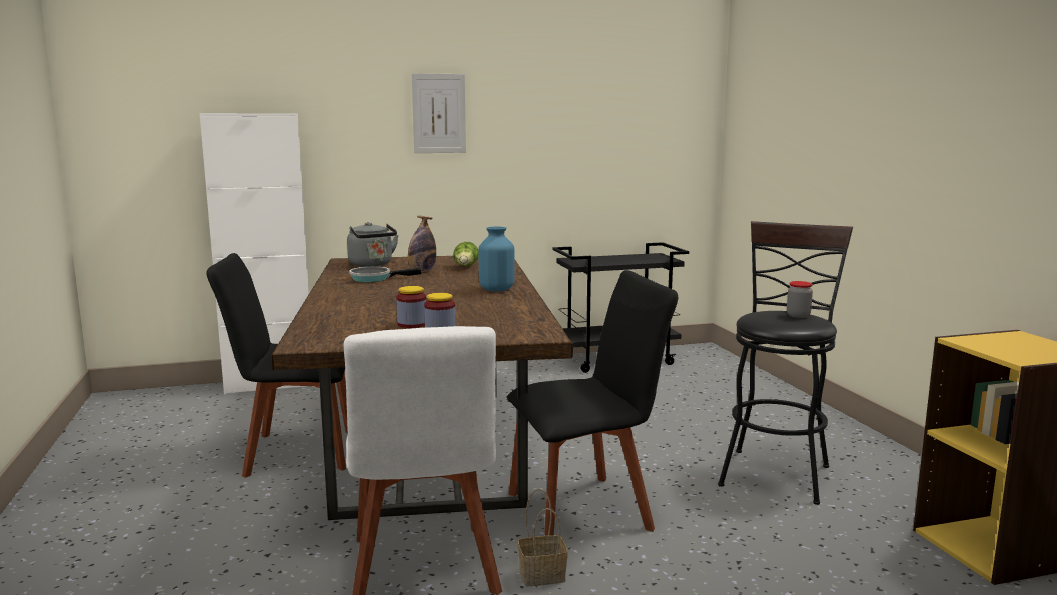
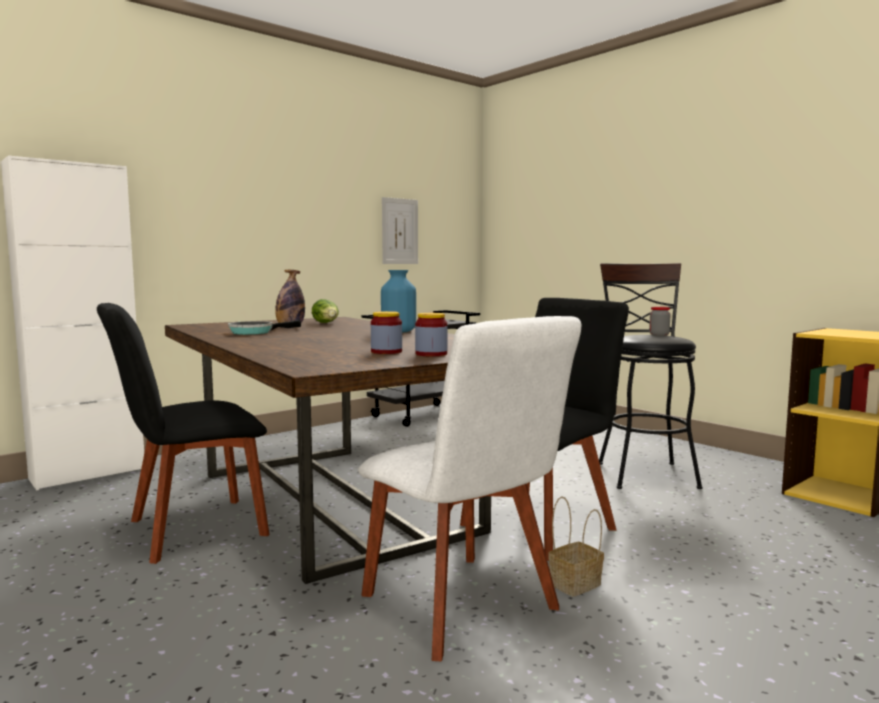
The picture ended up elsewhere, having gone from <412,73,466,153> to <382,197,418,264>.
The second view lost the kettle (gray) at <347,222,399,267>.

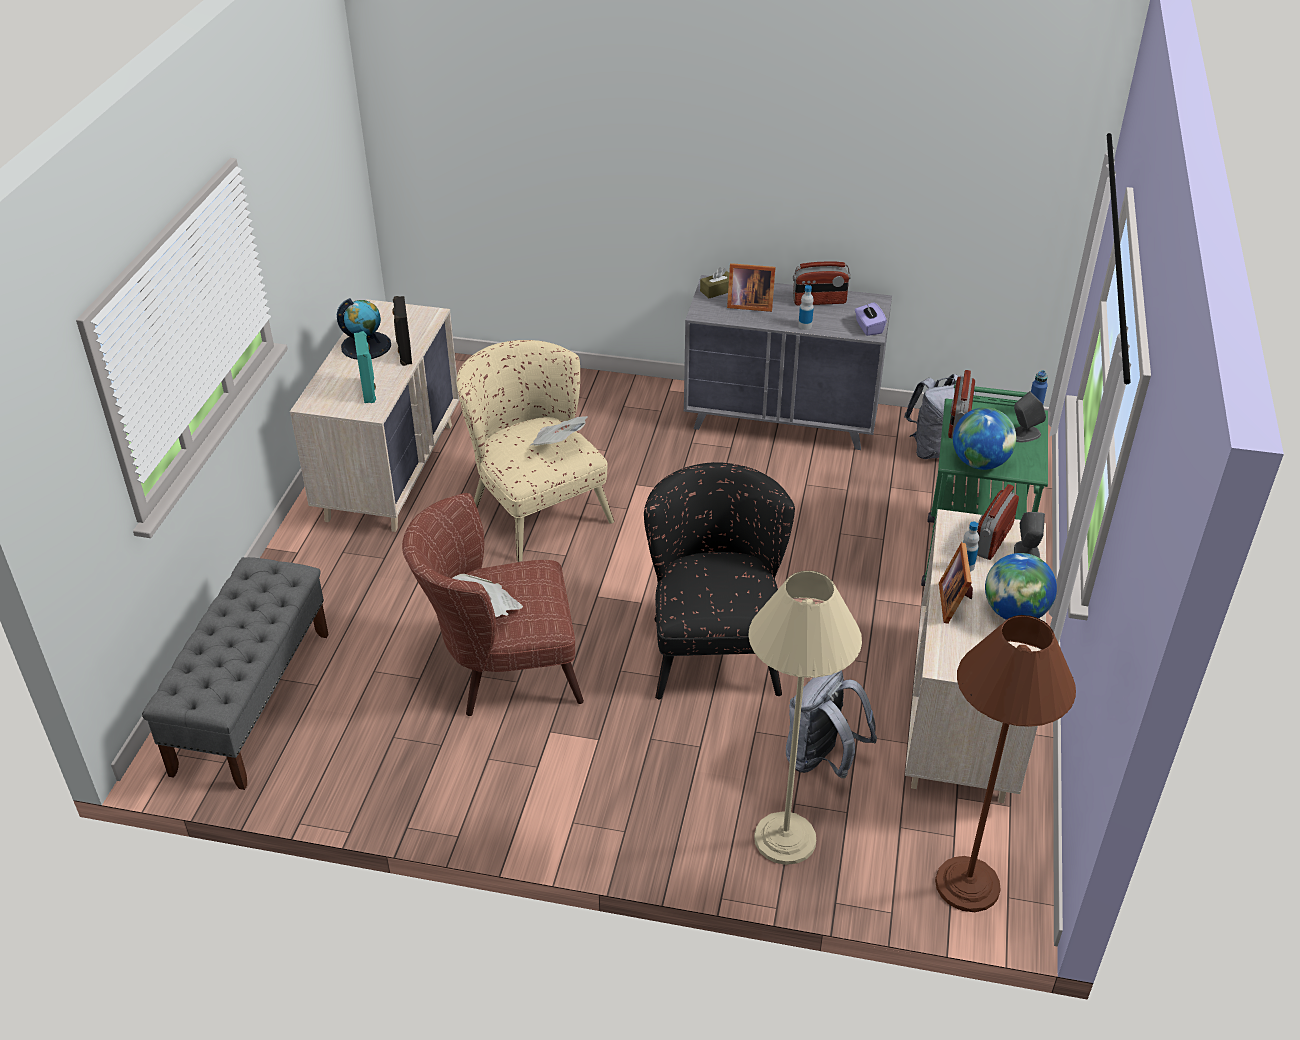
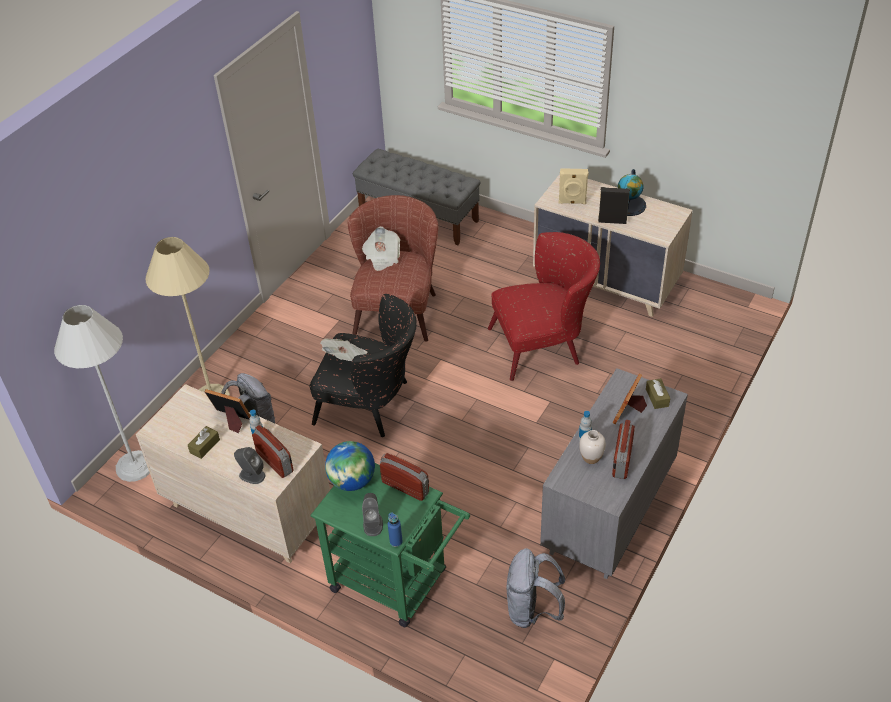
The second view lost the tissue box (purplish) at <855,302,887,336>.
What was the loudspeaker (blue-green) at <354,331,376,403> turned into the loudspeaker (sand-coloured) at <558,168,588,204>.
What was the lounge chair (sand-coloured) at <456,340,614,562> turned into the lounge chair (red-coloured) at <488,232,600,381>.
The daily paper ended up elsewhere, having gone from <530,416,588,446> to <320,339,368,361>.
Where the world globe stood at <985,553,1057,620>, the tissue box (brown) came to stand at <188,426,220,459>.
What was the standing lamp (brown) at <935,615,1076,912> turned into the standing lamp (white) at <54,305,150,482>.
The second view gained the decorative vase (white) at <579,430,606,464>.

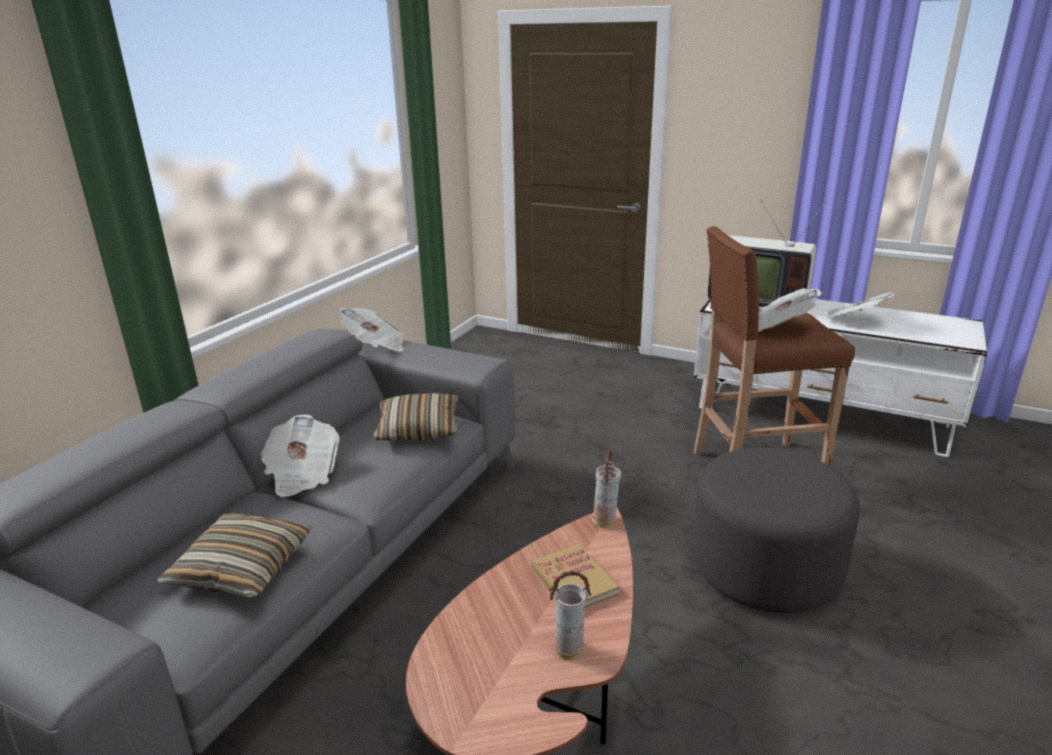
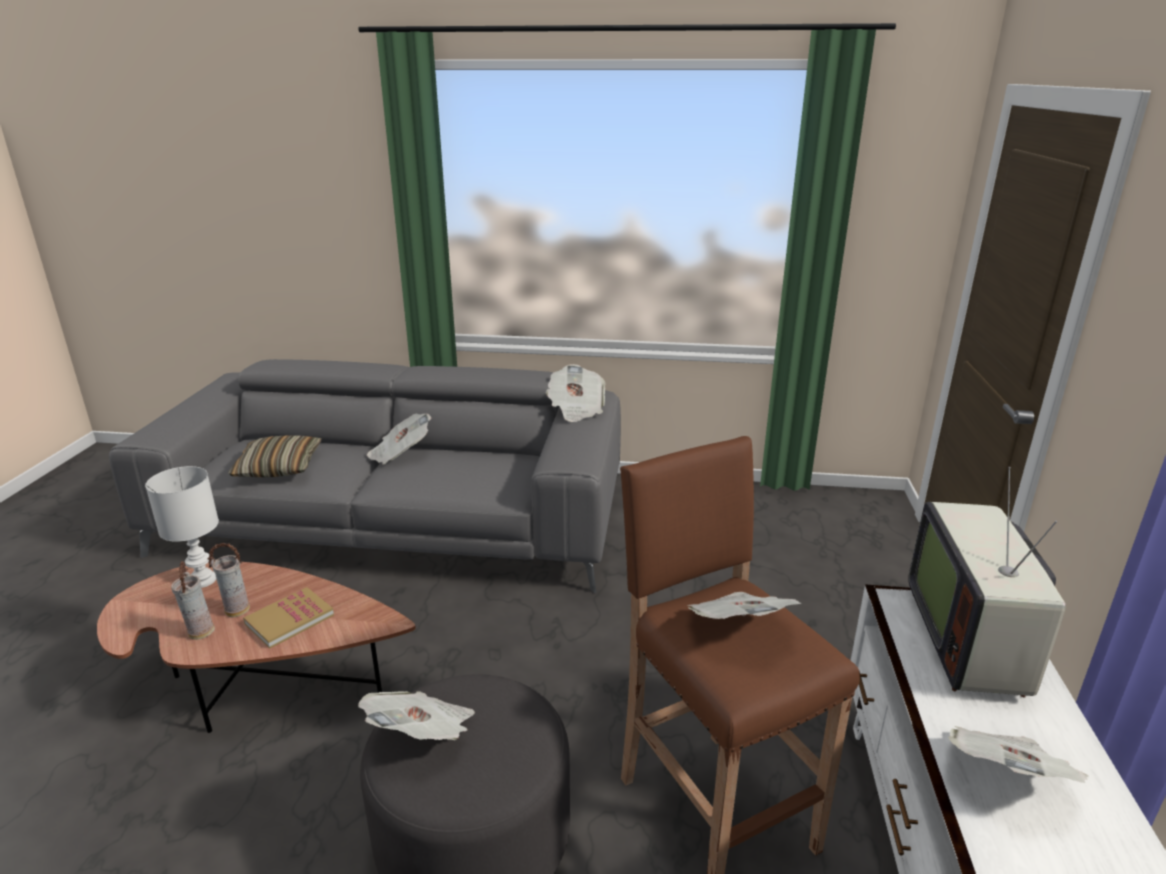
The second view lost the throw pillow at <373,393,459,441>.
The decorative vase ended up elsewhere, having gone from <593,450,621,528> to <207,543,250,617>.
The second view gained the lamp for a table (white) at <145,466,219,588>.
The second view gained the daily paper at <358,691,475,740>.

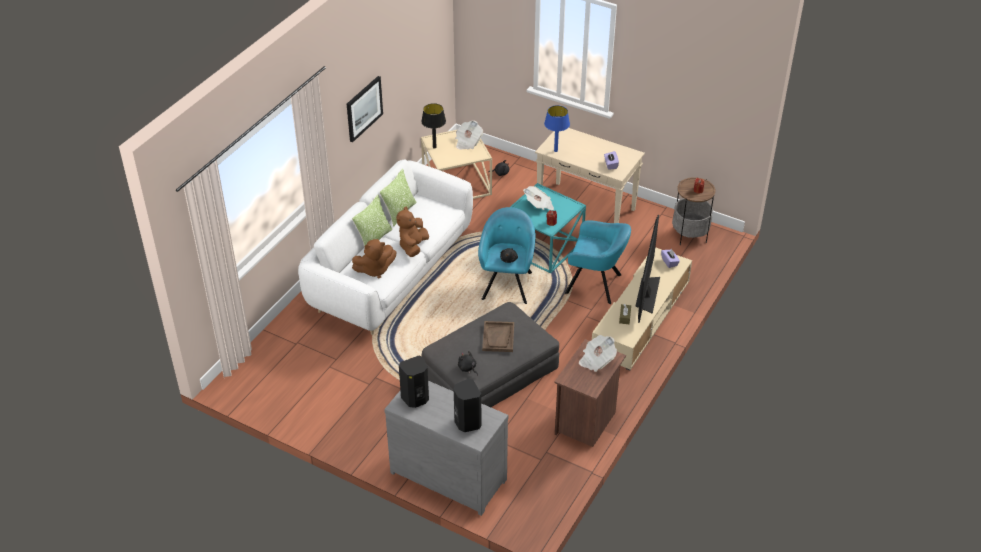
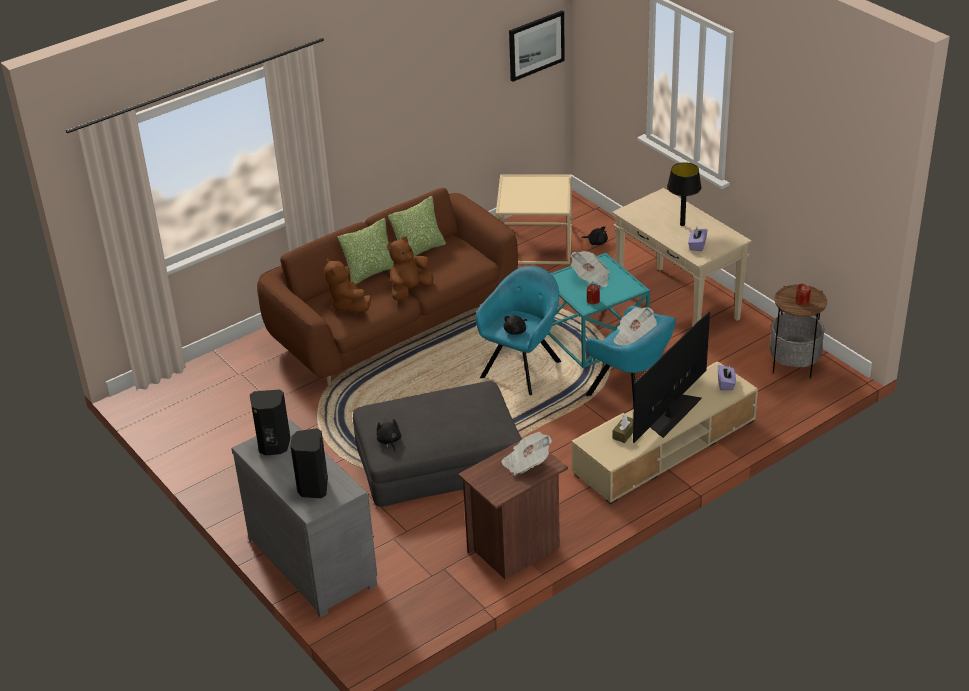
The picture ended up elsewhere, having gone from <347,76,383,143> to <509,10,565,82>.
The lamp for a table (black-coloured) ended up elsewhere, having gone from <421,103,446,149> to <667,162,701,226>.
The second view lost the lamp for a table (bluish) at <544,105,570,152>.
The daily paper ended up elsewhere, having gone from <455,120,483,149> to <614,307,657,346>.
What was the couch (white) at <298,160,473,335> turned into the couch (brown) at <257,188,518,385>.
The cuddly toy (brown) at <352,239,396,278> ended up facing another way, 60 degrees clockwise from before.
The second view lost the carrying tray (brown) at <482,321,514,352>.

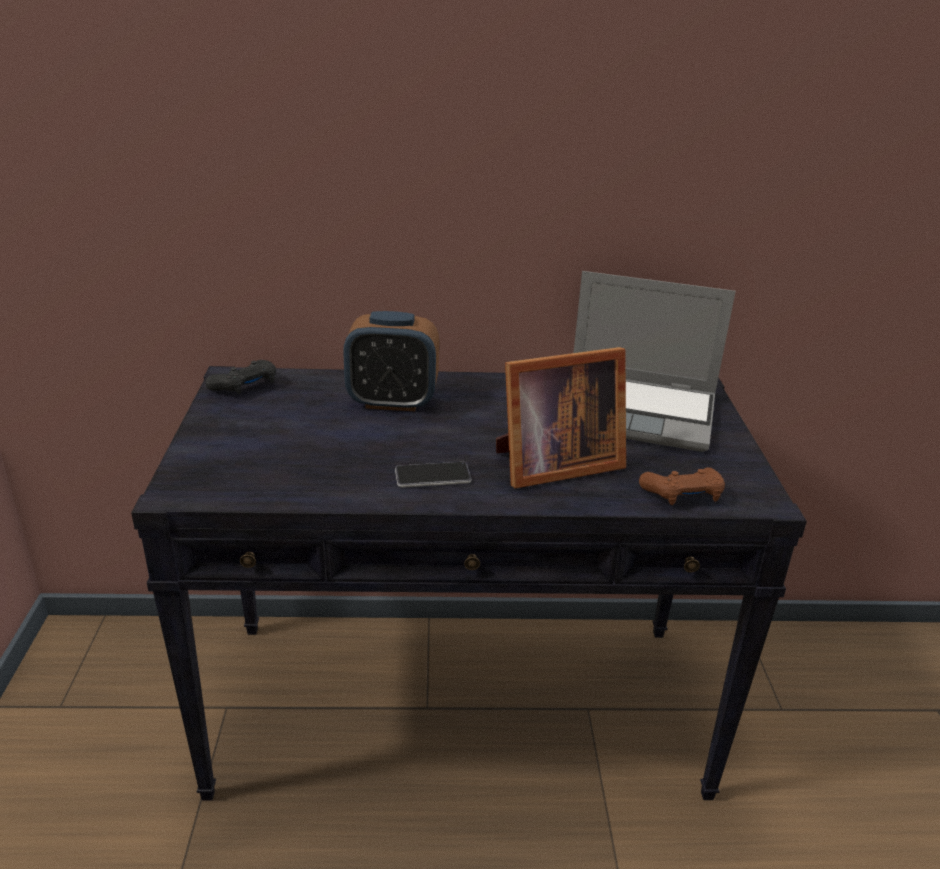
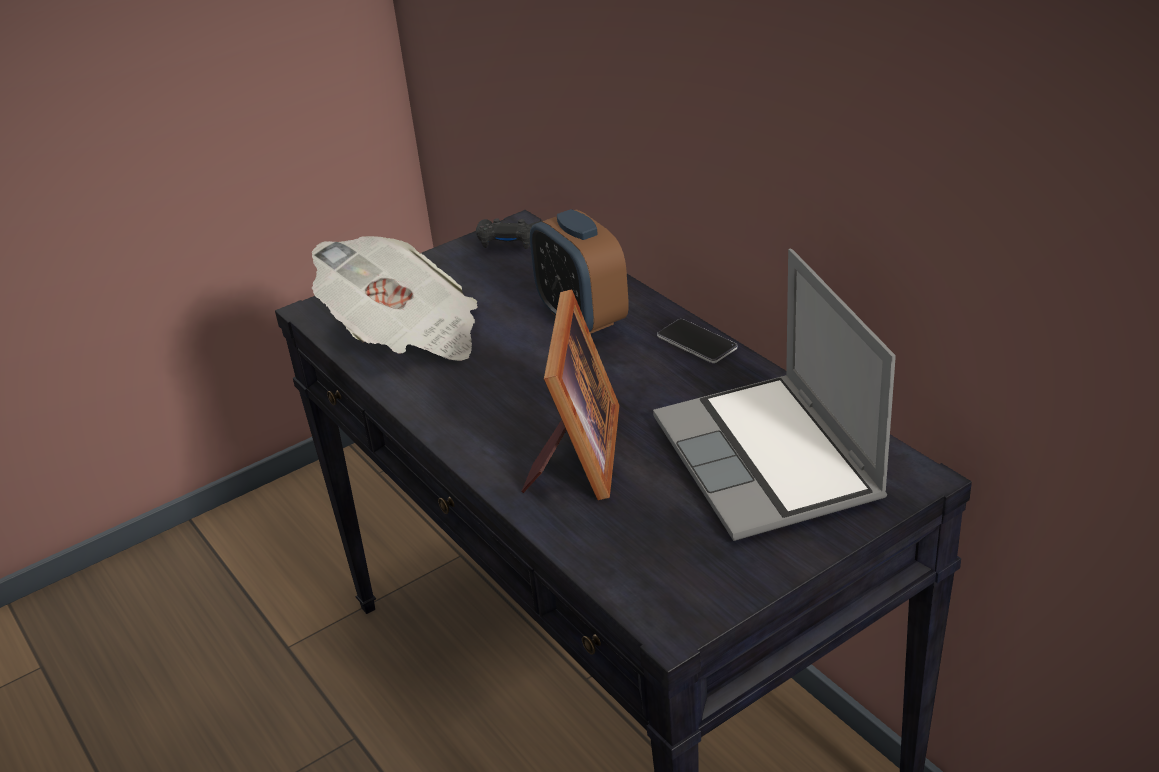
The photo frame at <496,347,626,489> ended up facing another way, 120 degrees counterclockwise from before.
The telephone ended up elsewhere, having gone from <395,462,472,488> to <657,319,738,363>.
The second view lost the game controller (brown) at <639,467,725,505>.
The second view gained the daily paper at <312,236,478,361>.

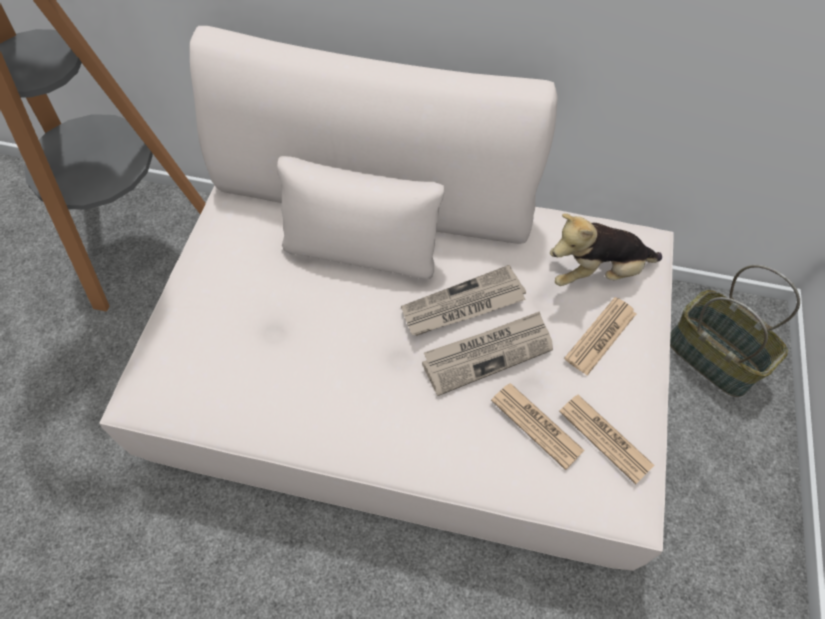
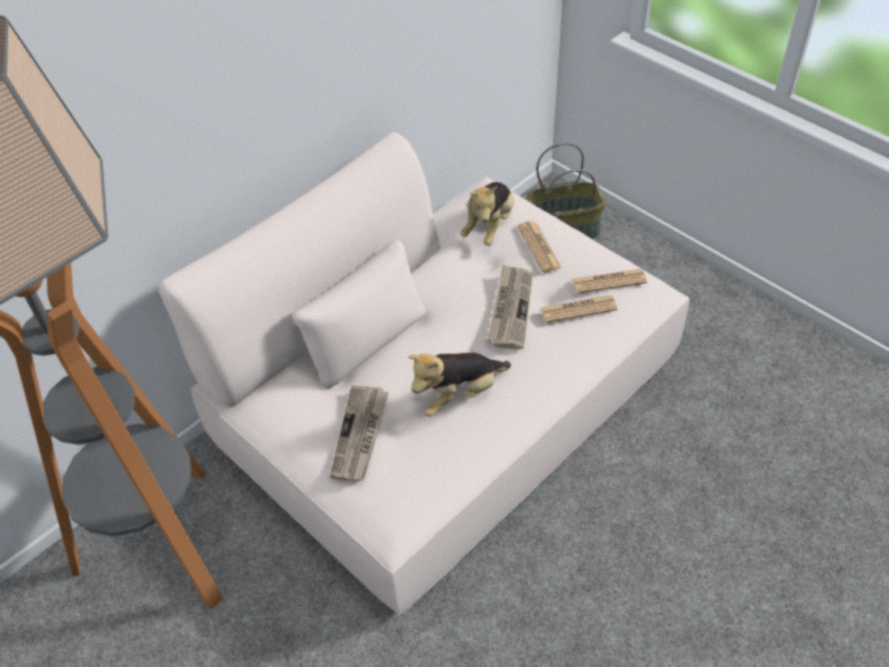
The daily paper ended up elsewhere, having gone from <401,265,526,336> to <330,385,389,481>.
The second view gained the cuddly toy at <408,353,511,417>.

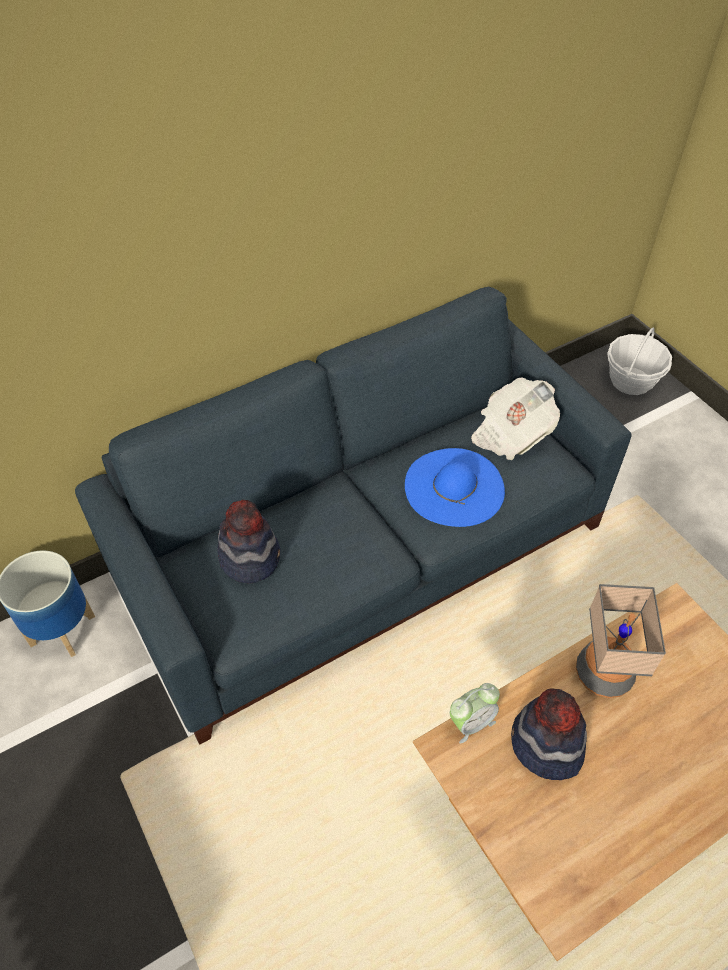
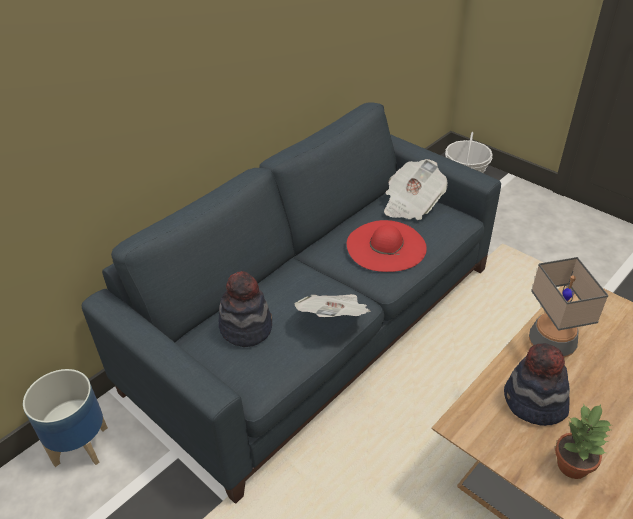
What was the wearable hat (bluish) at <405,448,505,527> turned into the wearable hat (red-coloured) at <347,220,427,272>.
The second view lost the alarm clock at <449,683,500,744>.
The second view gained the daily paper at <294,294,370,317>.
The second view gained the potted plant at <555,404,611,479>.

